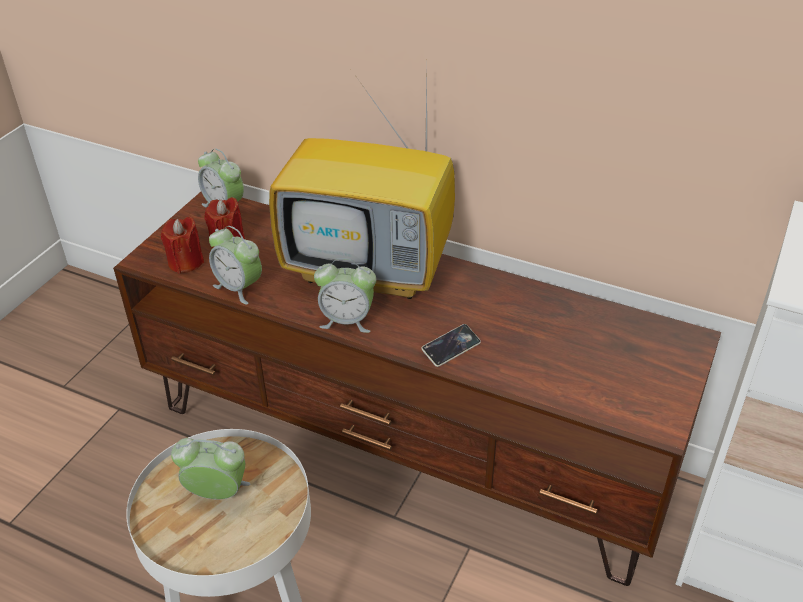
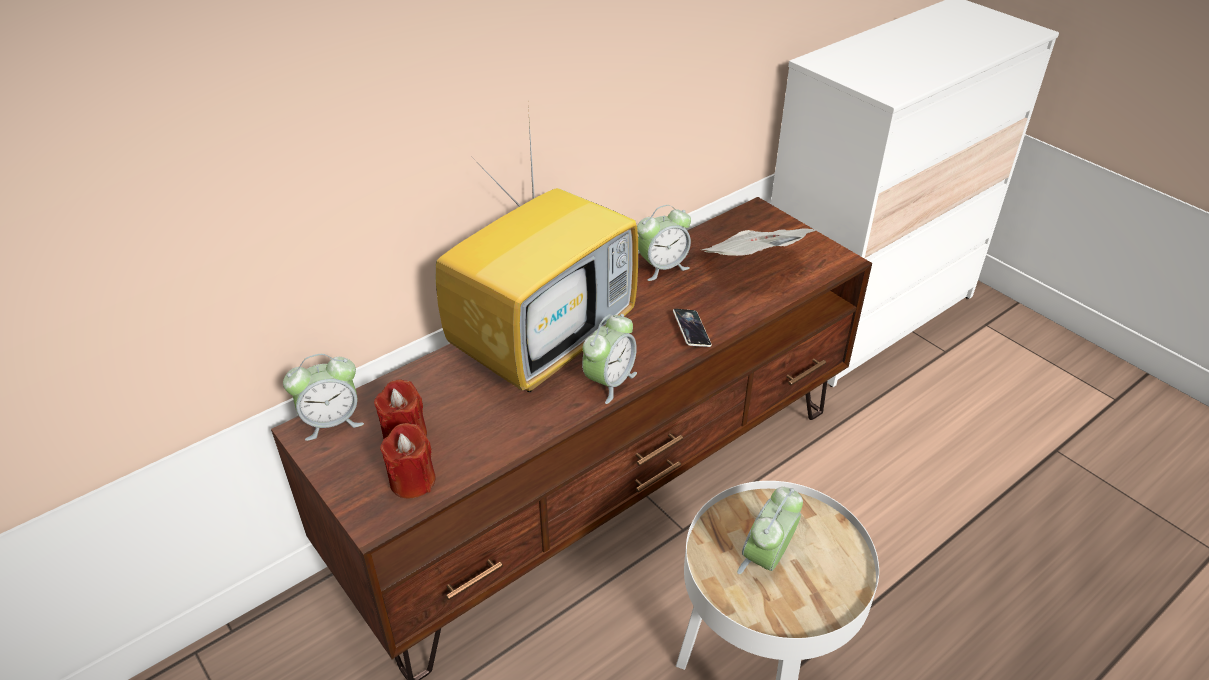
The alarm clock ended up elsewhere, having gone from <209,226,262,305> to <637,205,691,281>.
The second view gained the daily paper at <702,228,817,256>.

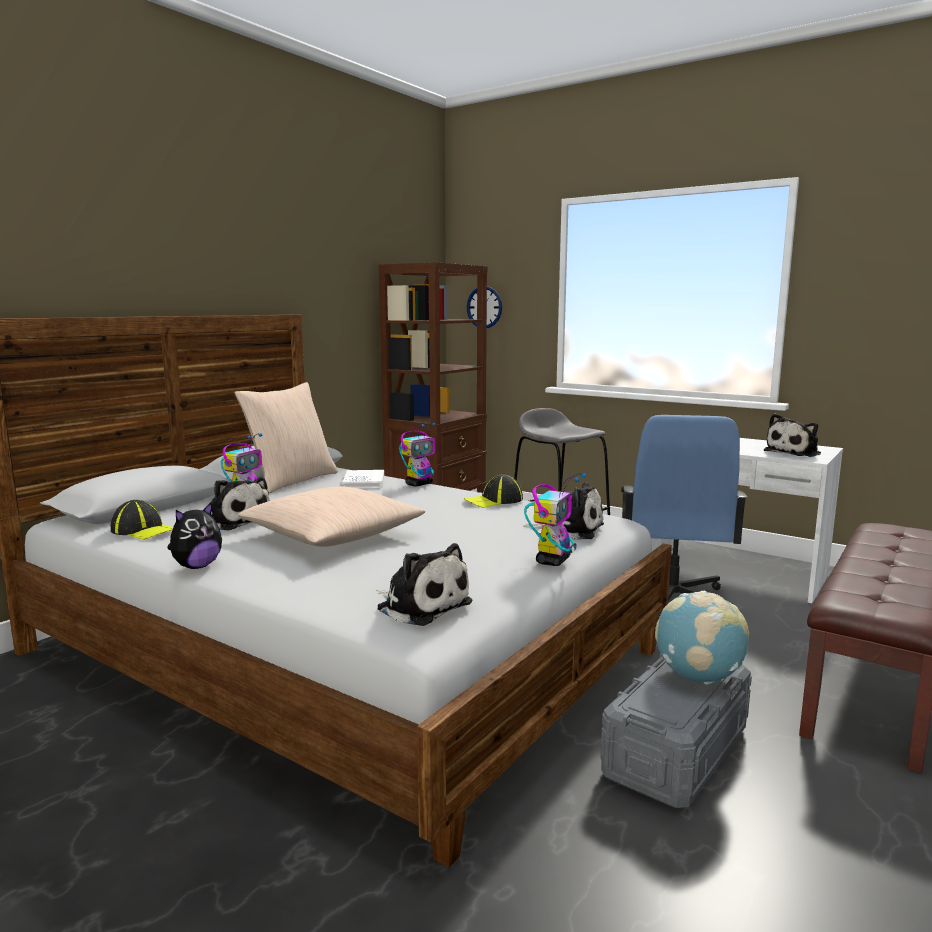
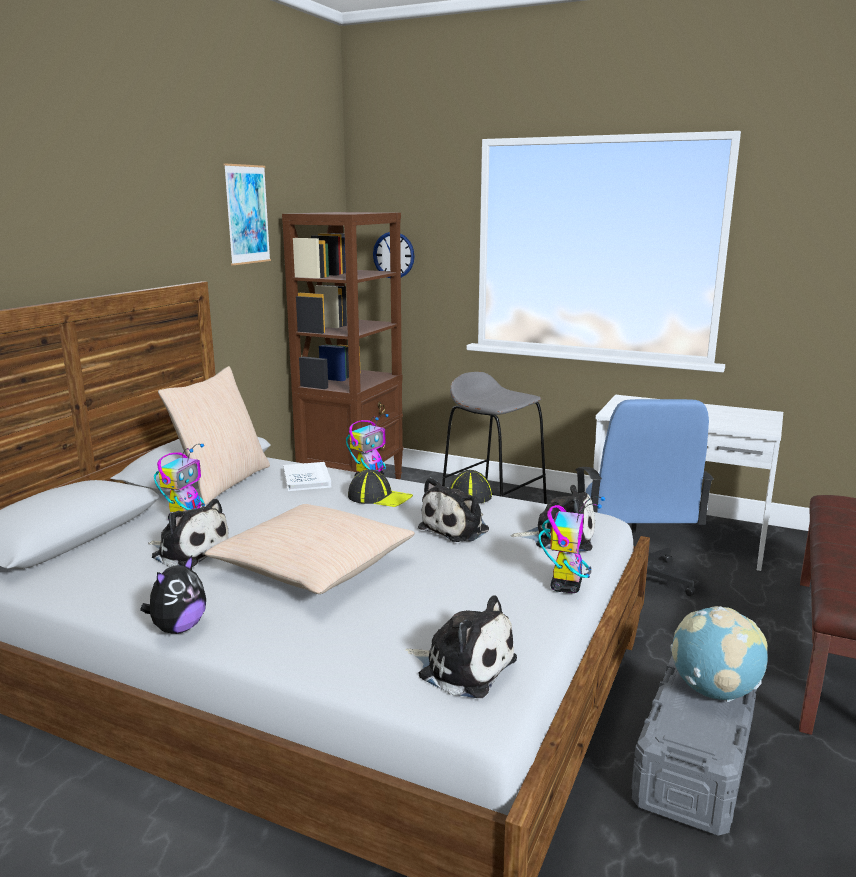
The cuddly toy ended up elsewhere, having gone from <764,413,821,457> to <418,477,489,542>.
The peaked cap ended up elsewhere, having gone from <111,500,173,540> to <348,469,413,507>.
The second view gained the picture at <223,163,271,265>.

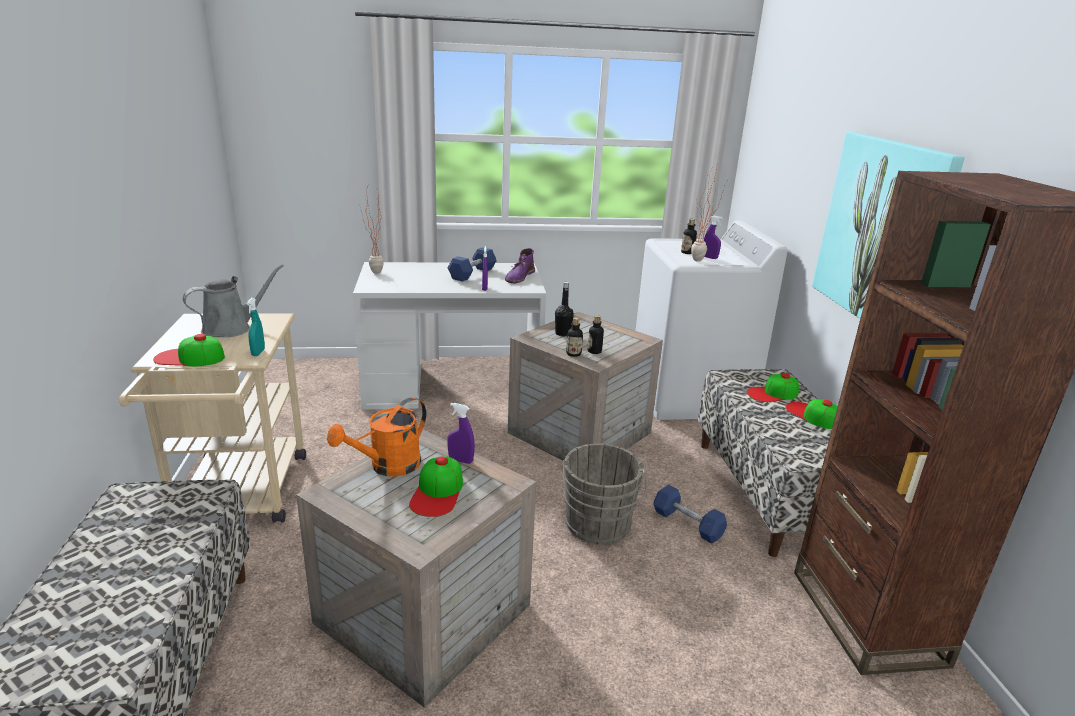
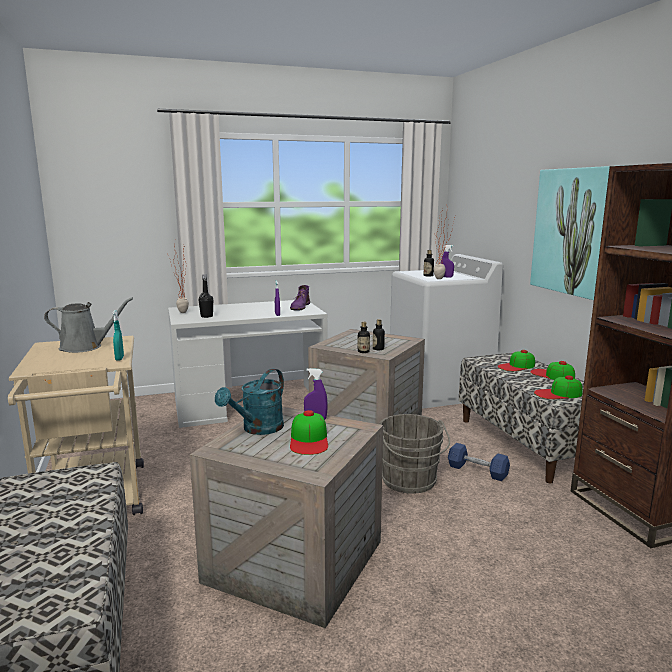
The second view lost the dumbbell (bluish) at <448,247,497,282>.
The sprinkling can (gray) at <183,264,284,337> ended up facing another way, 45 degrees clockwise from before.
The bottle (black-coloured) ended up elsewhere, having gone from <555,282,574,336> to <198,274,213,318>.
The peaked cap ended up elsewhere, having gone from <153,334,225,366> to <534,375,582,399>.
What was the sprinkling can (orange) at <327,397,427,476> turned into the sprinkling can (blue-green) at <215,369,284,435>.

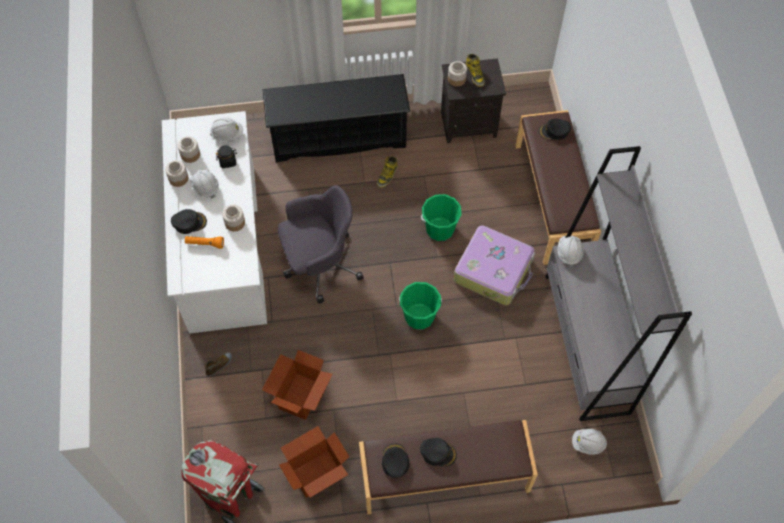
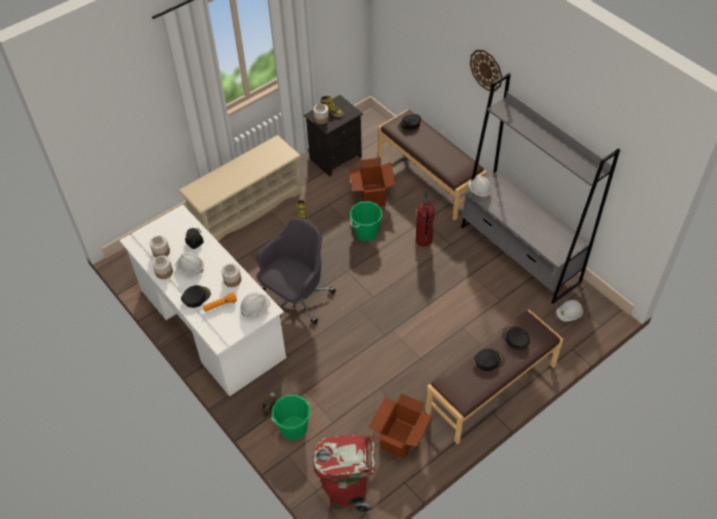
What was the shoe stand (black-coloured) at <263,74,410,162> turned into the shoe stand (sand-coloured) at <178,135,302,242>.
The hard hat (white) ended up elsewhere, having gone from <210,117,243,141> to <240,293,270,316>.
Where the suitcase stood at <454,225,535,305>, the fire-fighting cylinder came to stand at <416,192,435,247>.
The bucket (greenish) ended up elsewhere, having gone from <399,282,442,330> to <272,395,311,440>.
The packing box ended up elsewhere, having gone from <262,350,333,420> to <349,158,396,207>.
The peaked cap (black-coloured) ended up elsewhere, having gone from <382,444,409,478> to <502,327,530,350>.
The second view gained the clock on the wall at <470,50,502,91>.

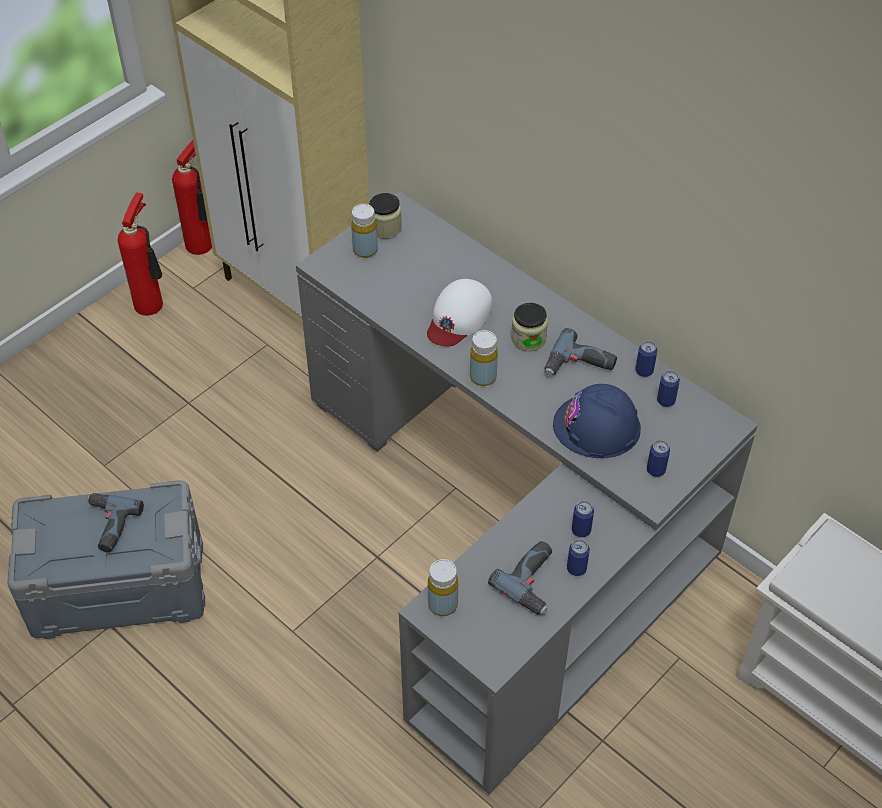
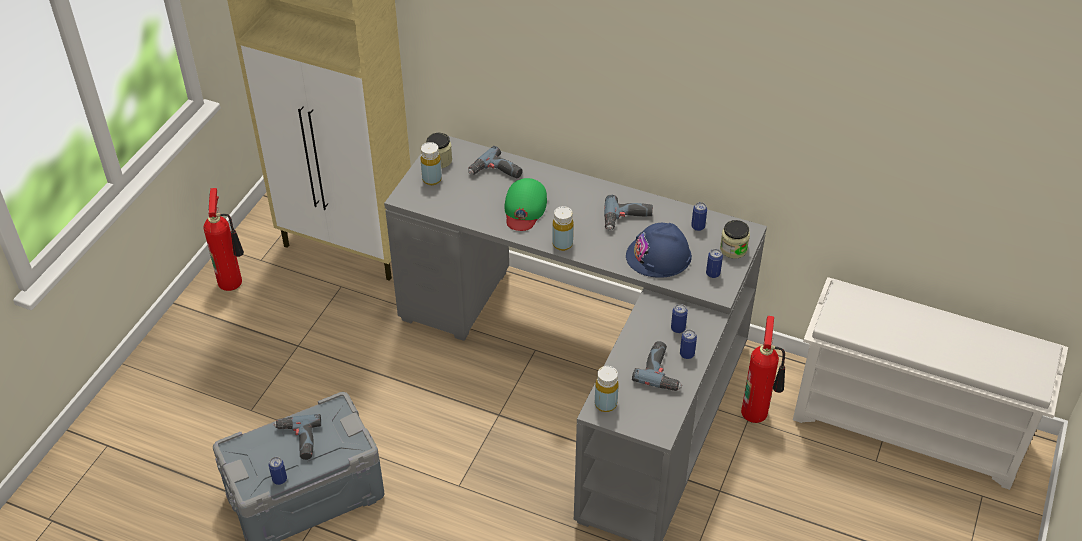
The fire-fighting cylinder ended up elsewhere, having gone from <172,140,212,255> to <741,316,785,423>.
What was the peaked cap (white) at <427,279,492,347> turned into the peaked cap (greenish) at <504,178,547,231>.
The storage jar ended up elsewhere, having gone from <511,303,548,351> to <720,220,750,259>.
The sealed can ended up elsewhere, having gone from <636,341,657,377> to <268,457,287,485>.
The second view gained the drill at <468,146,523,178>.

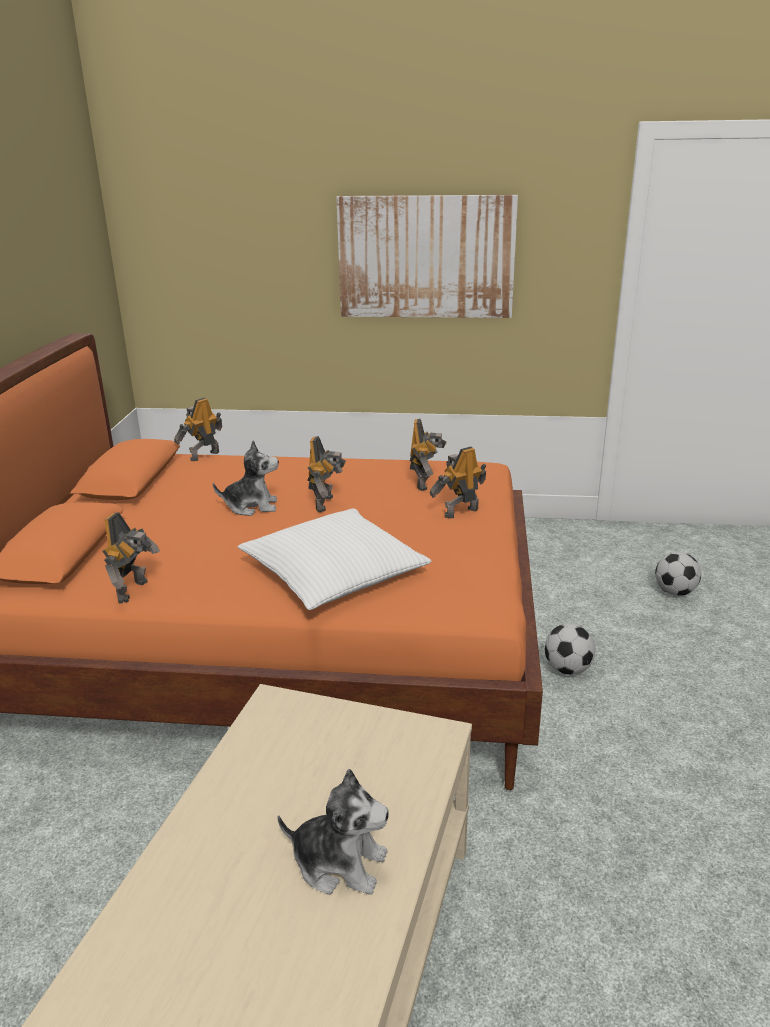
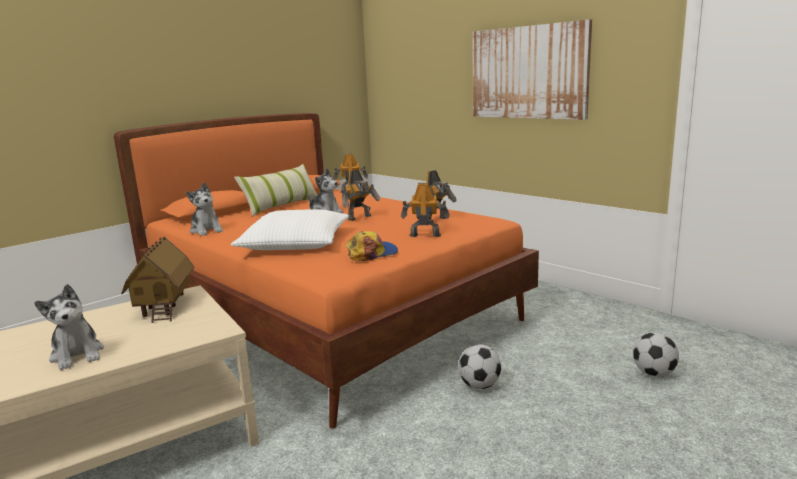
Where the model robot stood at <102,513,160,604>, the cuddly toy came to stand at <186,182,223,236>.
The second view gained the throw pillow at <234,164,318,217>.
The second view gained the peaked cap at <346,231,398,261>.
The second view gained the miniature house at <121,237,194,323>.

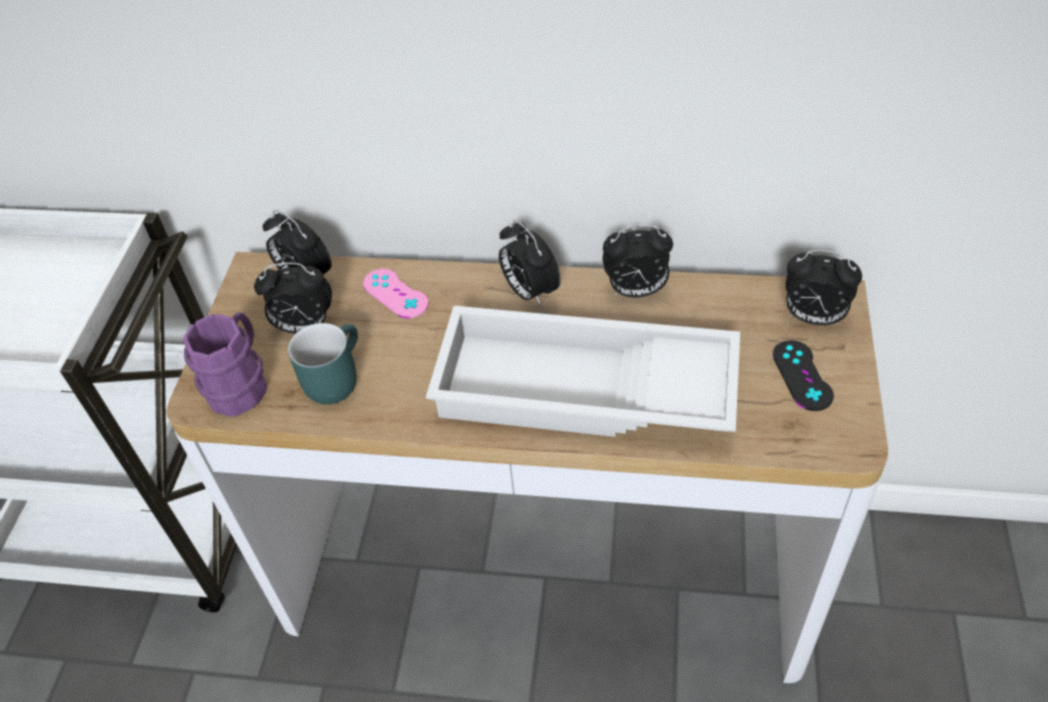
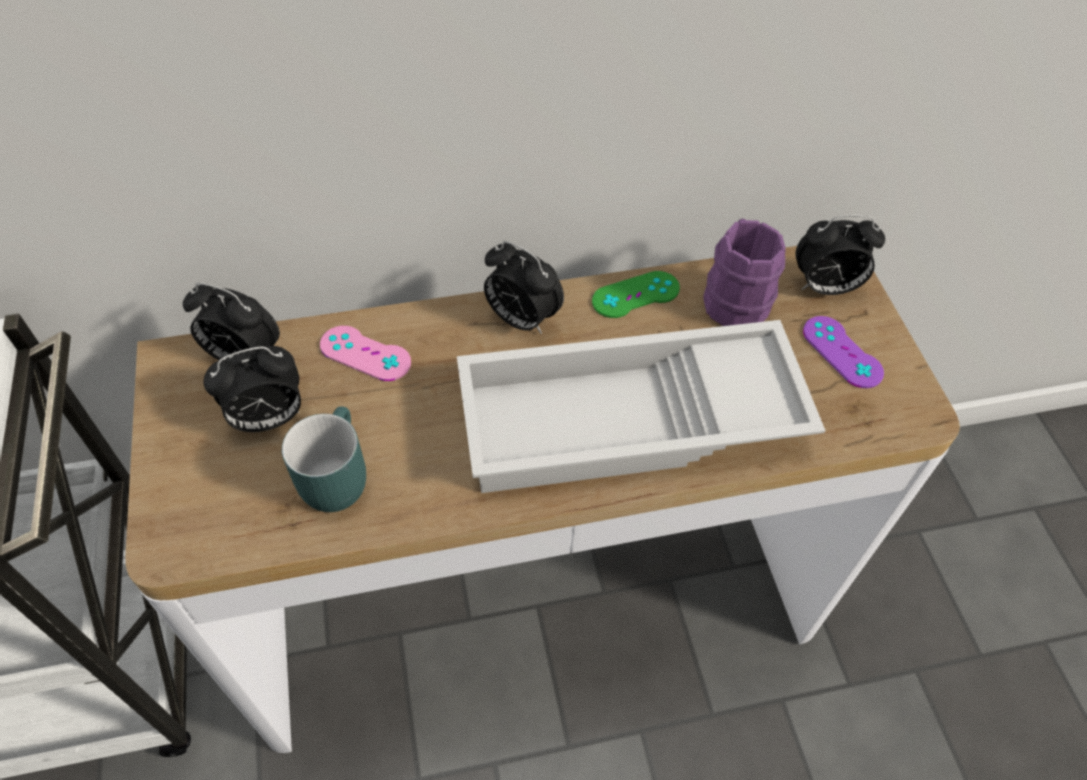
Where the alarm clock stood at <603,225,673,298>, the game controller (greenish) came to stand at <592,271,680,318>.
The mug (purplish) ended up elsewhere, having gone from <183,312,267,417> to <703,219,786,326>.
What was the game controller (black-coloured) at <773,340,834,411> turned into the game controller (purplish) at <803,316,884,388>.

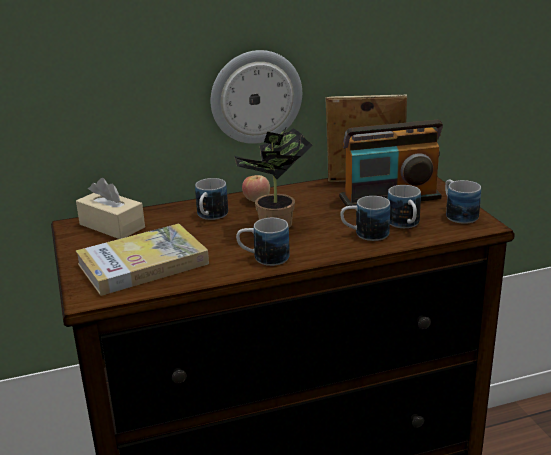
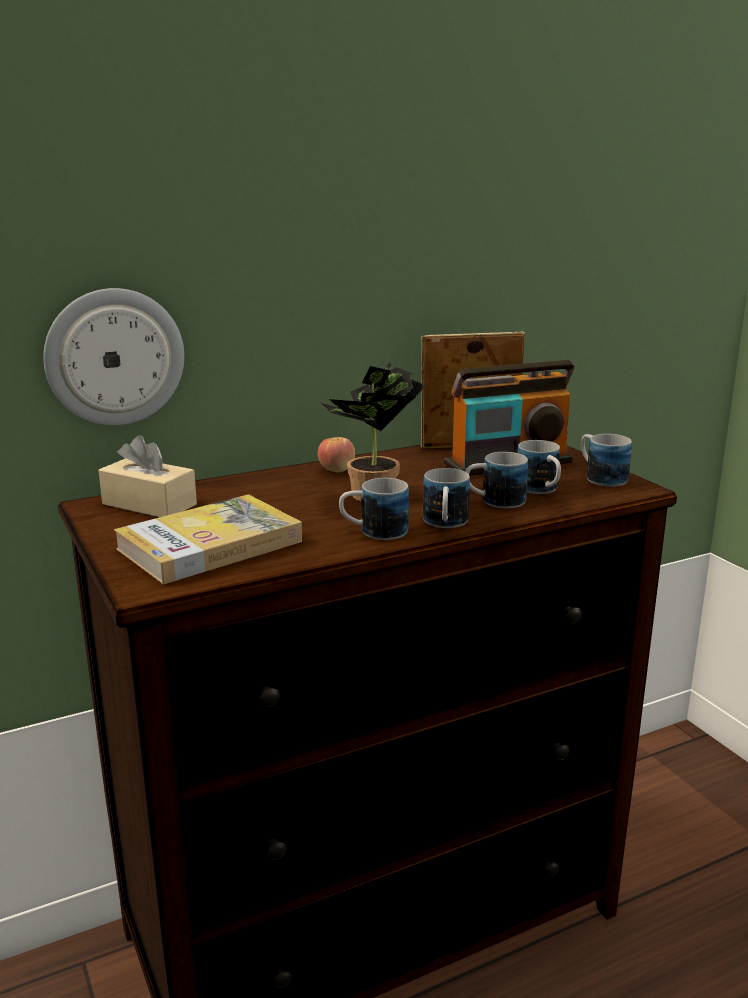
The clock on the wall ended up elsewhere, having gone from <210,50,302,144> to <43,288,184,426>.
The mug ended up elsewhere, having gone from <195,178,228,220> to <423,468,470,528>.

